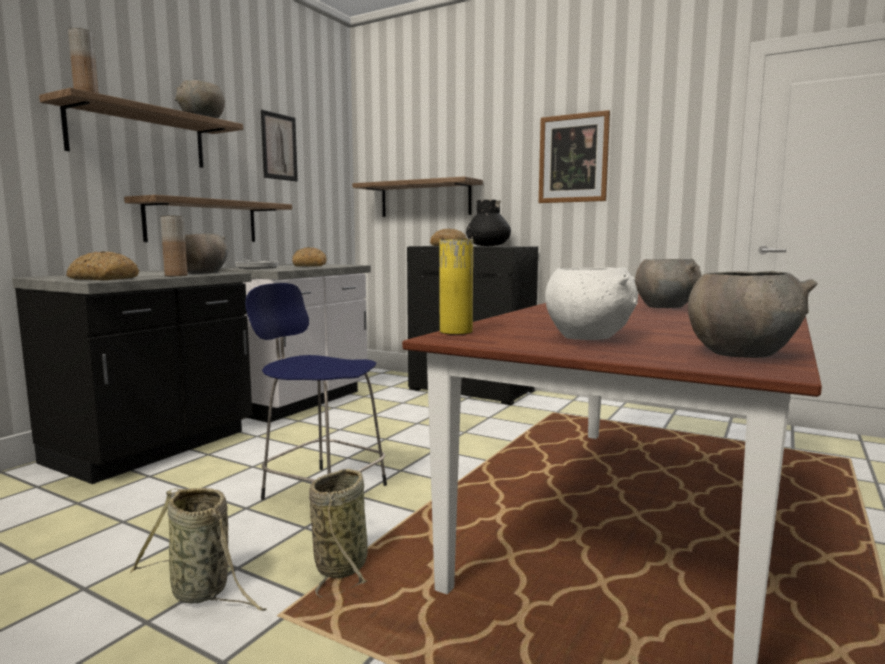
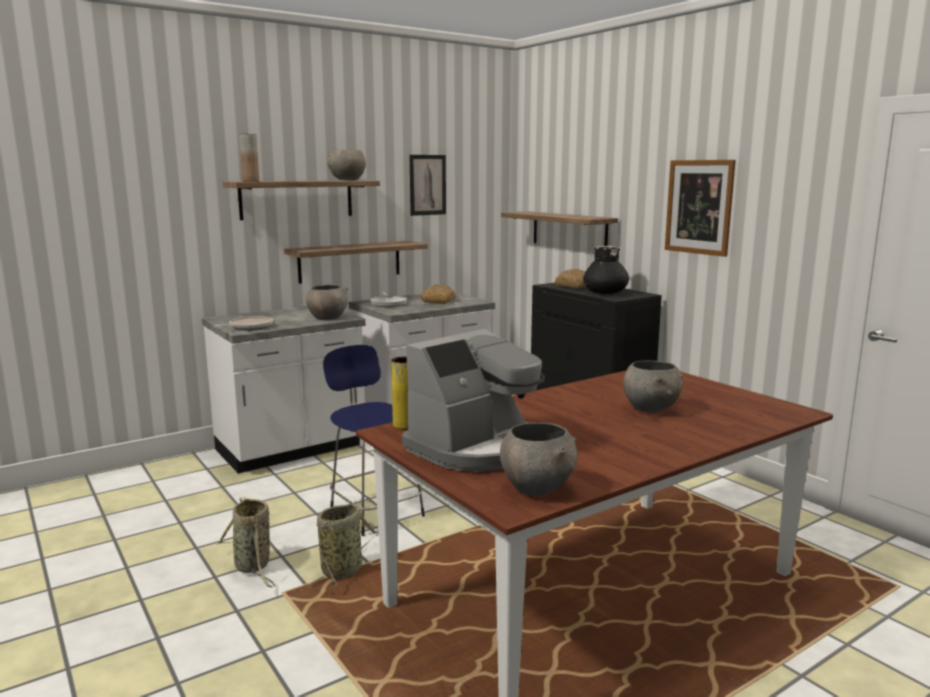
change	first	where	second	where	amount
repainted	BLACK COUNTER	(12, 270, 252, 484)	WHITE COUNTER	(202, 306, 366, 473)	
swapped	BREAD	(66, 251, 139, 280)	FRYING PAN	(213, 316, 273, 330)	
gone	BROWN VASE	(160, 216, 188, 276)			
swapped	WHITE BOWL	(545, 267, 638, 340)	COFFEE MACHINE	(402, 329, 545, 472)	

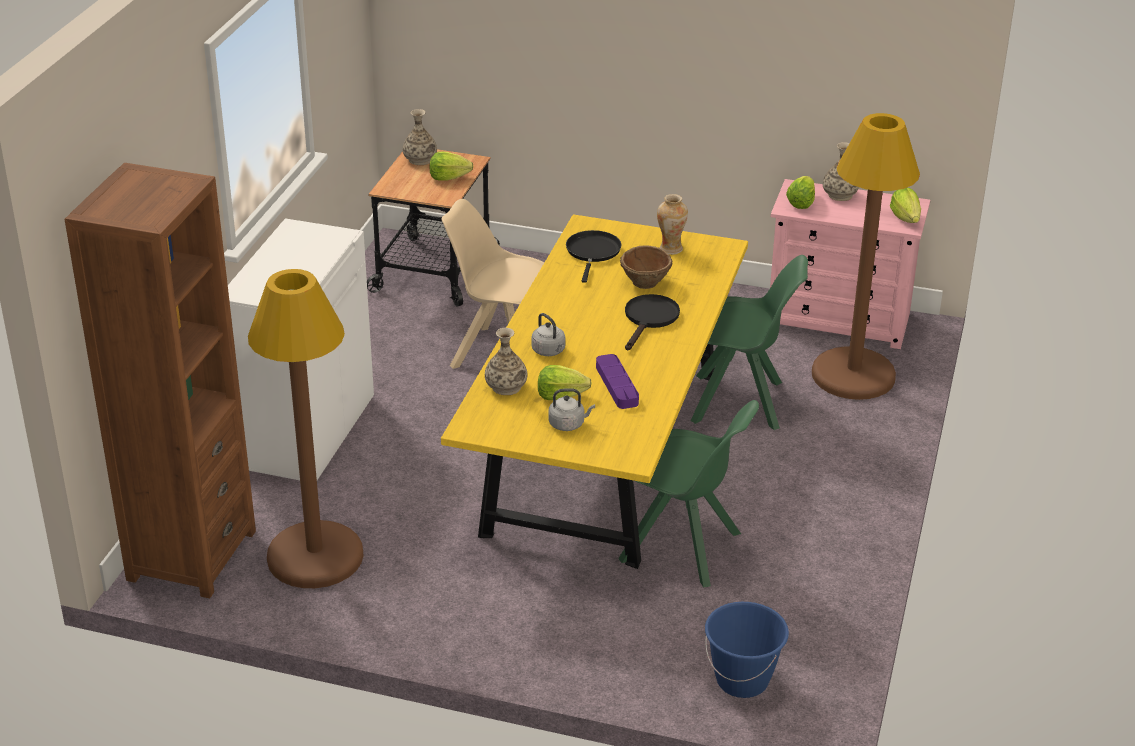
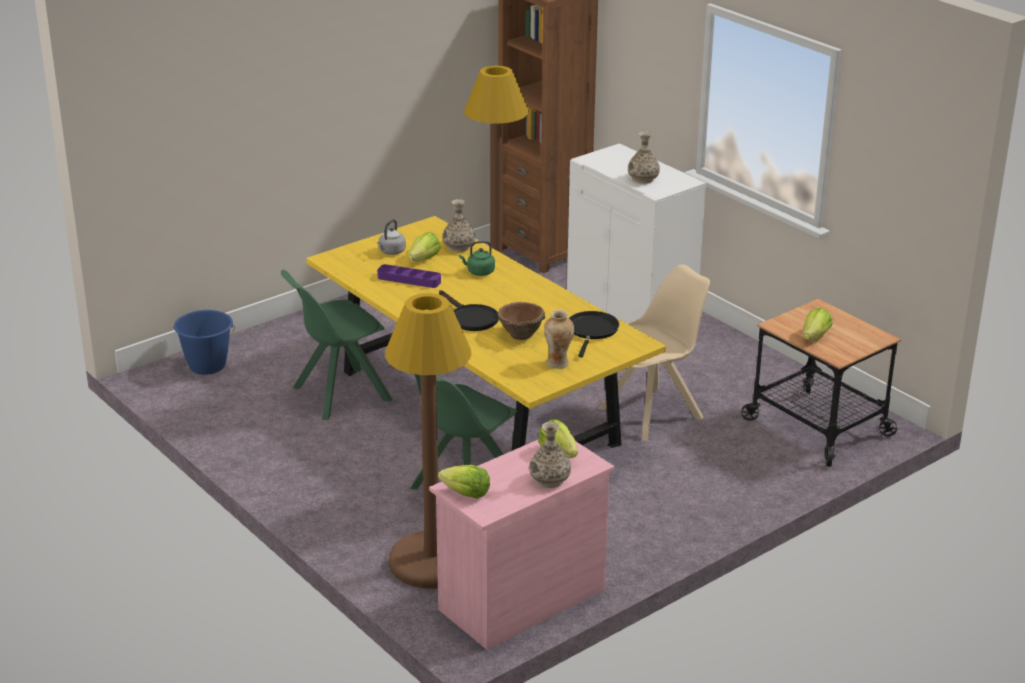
change	first	where	second	where	amount
shifted	VASE	(403, 109, 437, 165)		(628, 131, 660, 184)	
repainted	GREY KETTLE	(531, 313, 565, 356)	GREEN KETTLE	(459, 241, 495, 276)	
rotated	BLACK FRYING PAN	(566, 230, 621, 283)		(569, 311, 619, 357)	120 degrees counterclockwise

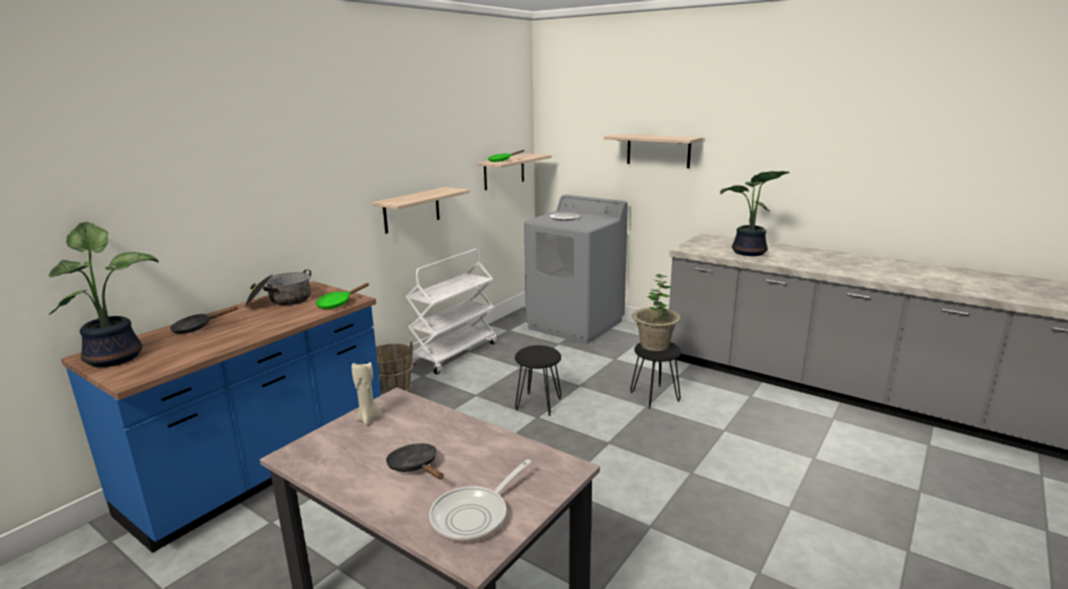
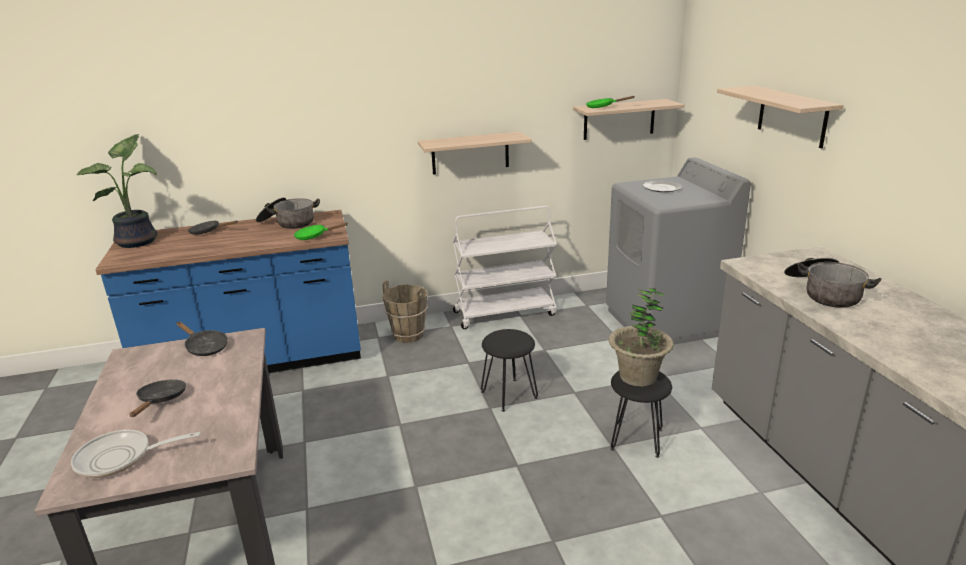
change	first	where	second	where	amount
swapped	BEIGE CANDLE	(351, 362, 381, 425)	BLACK FRYING PAN	(176, 322, 228, 356)	
swapped	POTTED PLANT	(720, 171, 790, 256)	COOKING POT	(784, 258, 881, 308)	

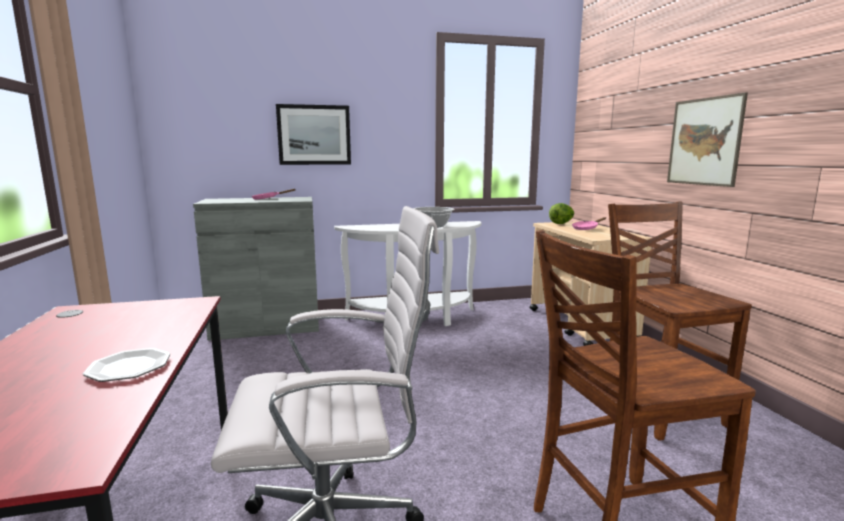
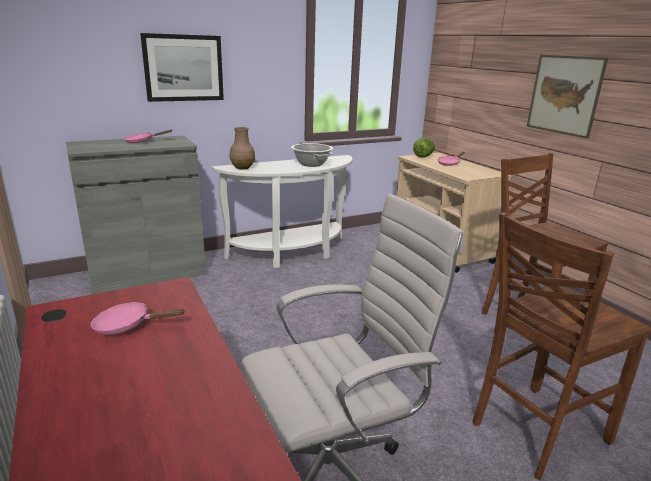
change	first	where	second	where	amount
gone	PLATE	(83, 348, 171, 382)			
new			PINK FRYING PAN	(91, 302, 186, 335)	
new			BROWN VASE	(230, 127, 255, 169)	

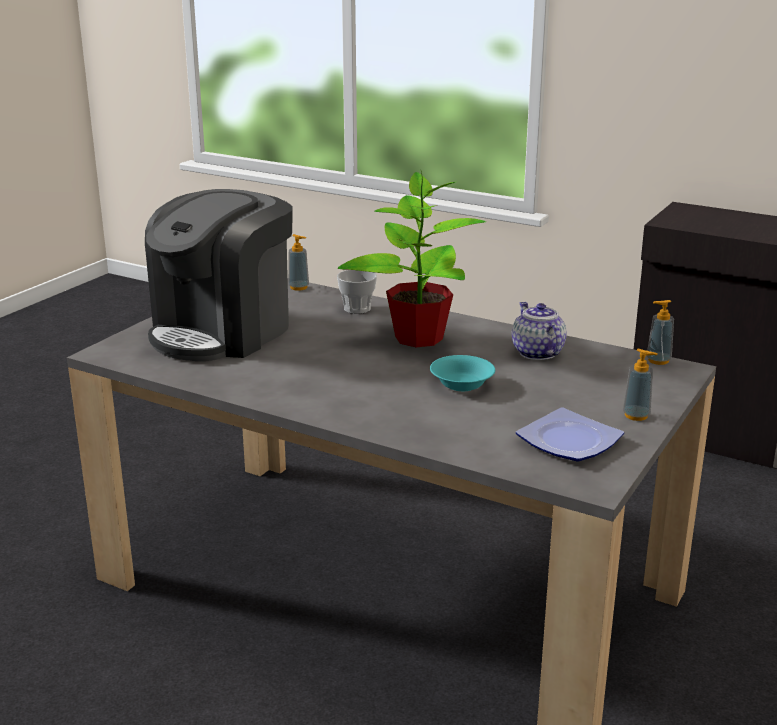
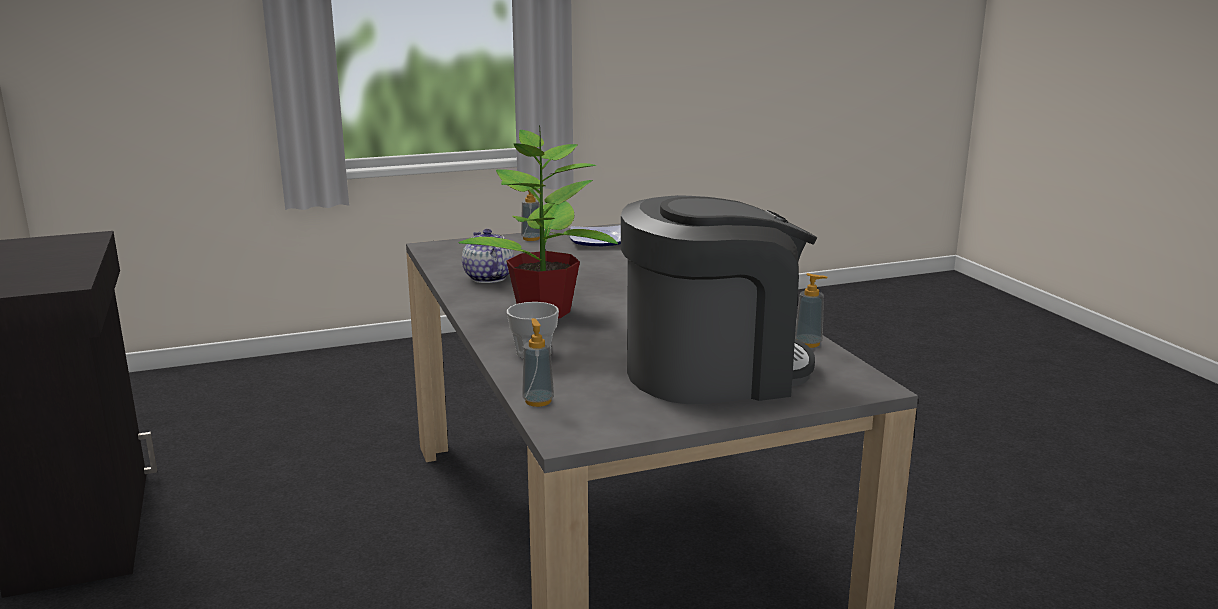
change	first	where	second	where	amount
gone	TURQUOISE BOWL	(430, 355, 495, 392)			
rotated	TEAPOT	(512, 302, 567, 360)		(462, 229, 514, 283)	135 degrees clockwise
shifted	SOAP DISPENSER	(647, 300, 674, 365)		(795, 273, 828, 348)	

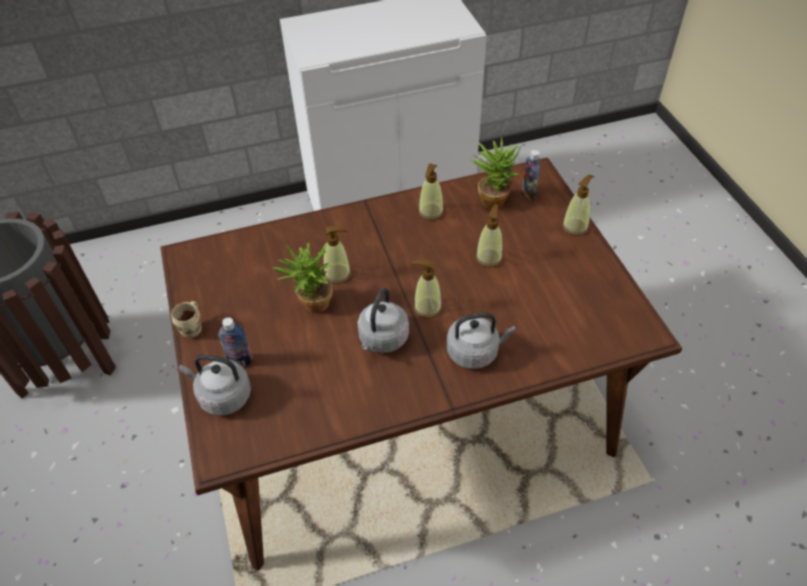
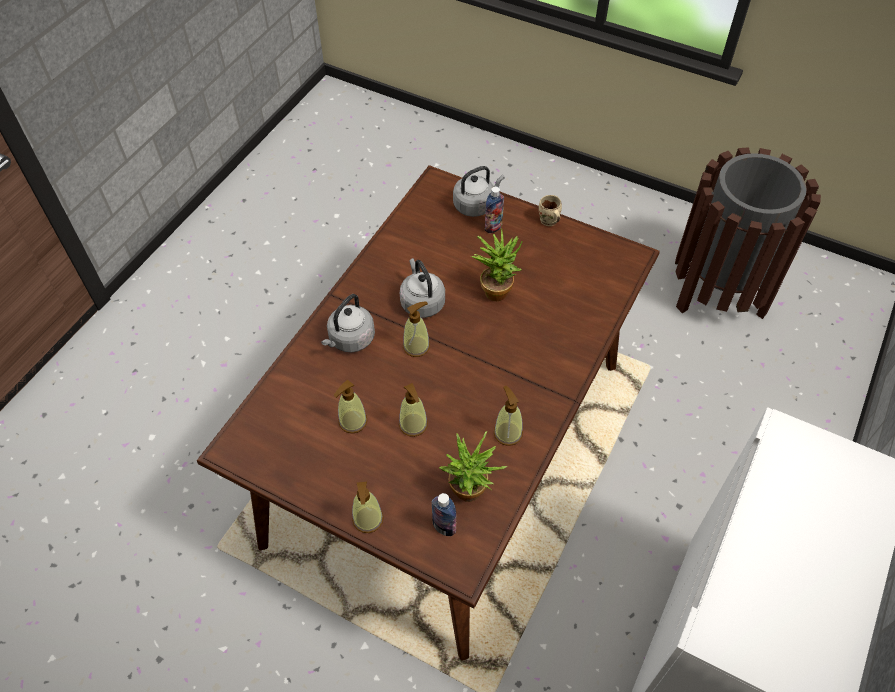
change	first	where	second	where	amount
shifted	SOAP DISPENSER	(324, 226, 351, 284)		(334, 380, 367, 434)	

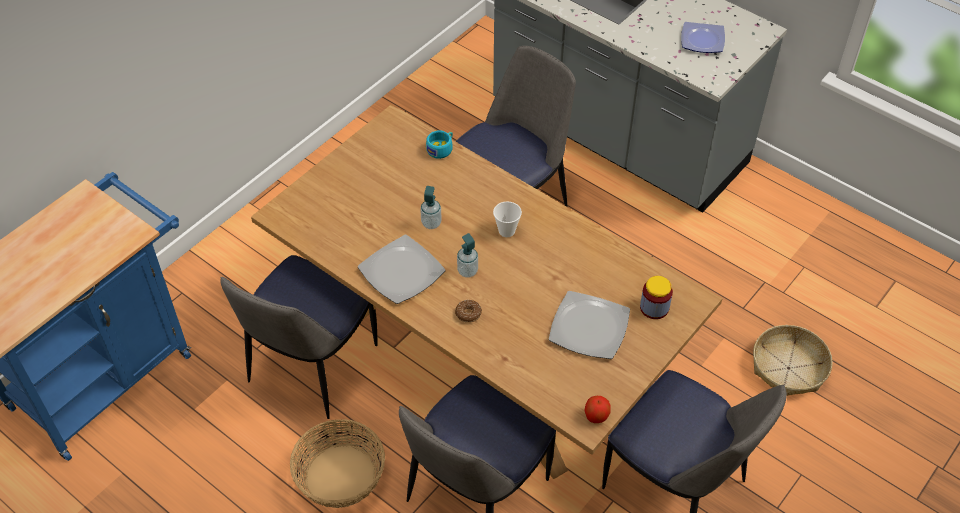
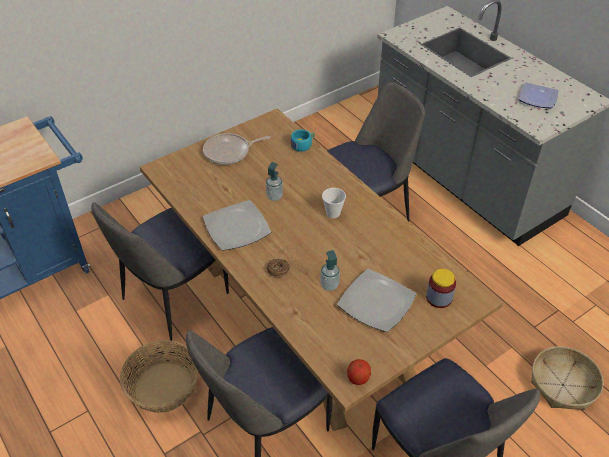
change	first	where	second	where	amount
shifted	SOAP DISPENSER	(457, 233, 478, 278)		(320, 250, 340, 291)	
new			FRYING PAN	(203, 133, 270, 165)	

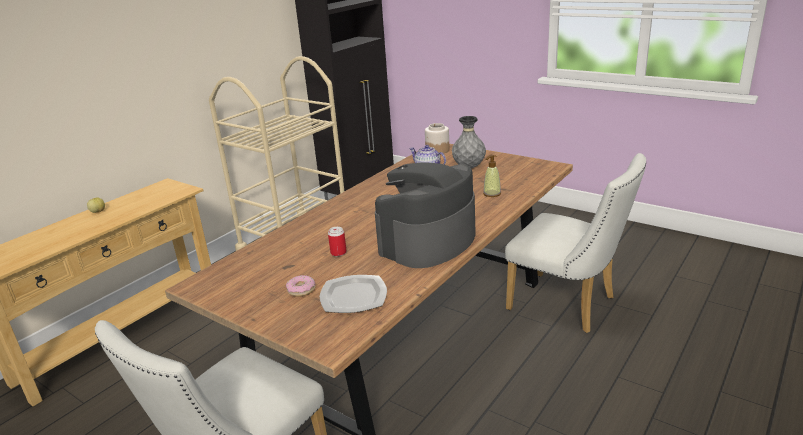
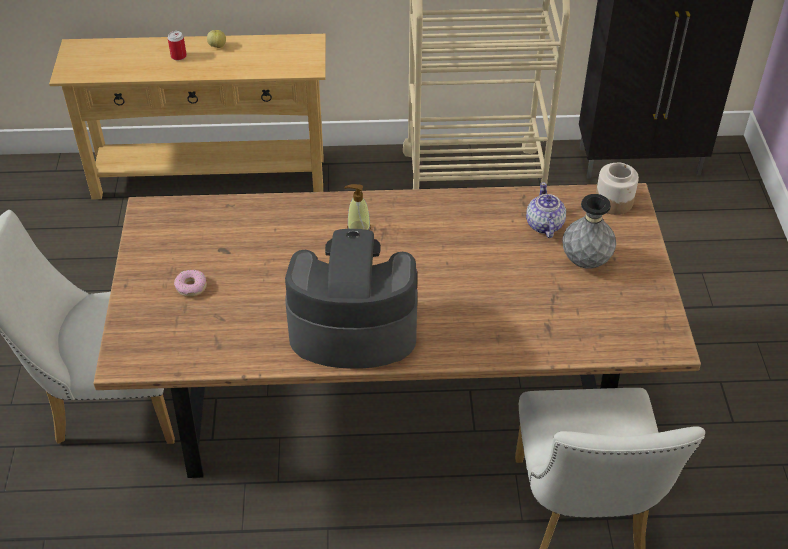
change	first	where	second	where	amount
gone	PLATE	(319, 275, 387, 313)			
shifted	CAN	(328, 227, 347, 256)		(168, 31, 187, 60)	
shifted	SOAP DISPENSER	(483, 155, 501, 197)		(345, 184, 371, 230)	

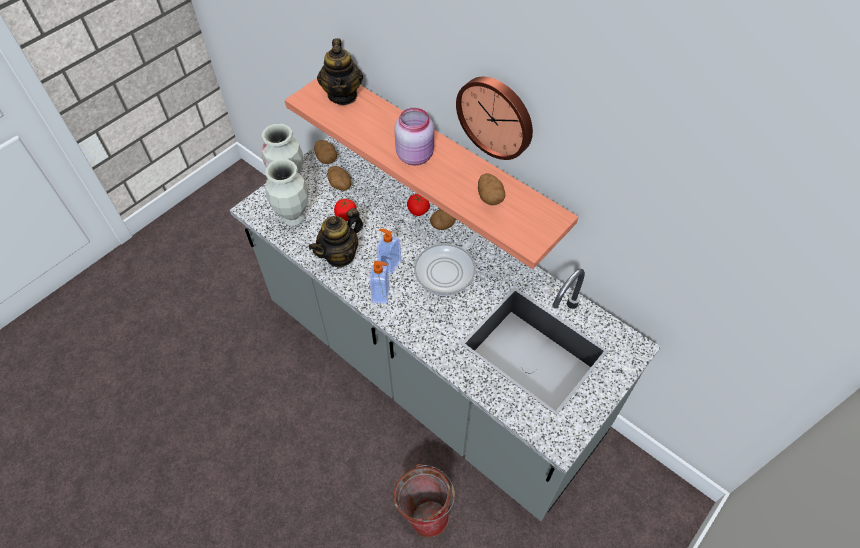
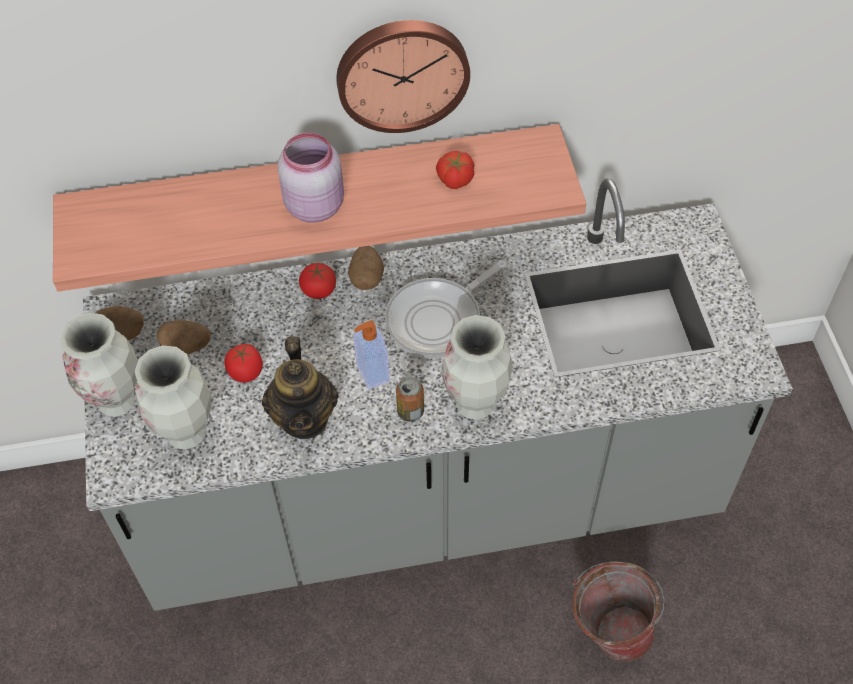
change	first	where	second	where	amount
gone	TEAPOT	(317, 38, 363, 105)			
swapped	SOAP DISPENSER	(370, 261, 389, 304)	CAN	(396, 377, 424, 422)	
rotated	FRYING PAN	(414, 232, 480, 296)		(385, 260, 507, 358)	60 degrees clockwise
swapped	POTATO	(478, 173, 505, 205)	TOMATO	(436, 151, 474, 189)	
new			VASE	(441, 315, 513, 420)	

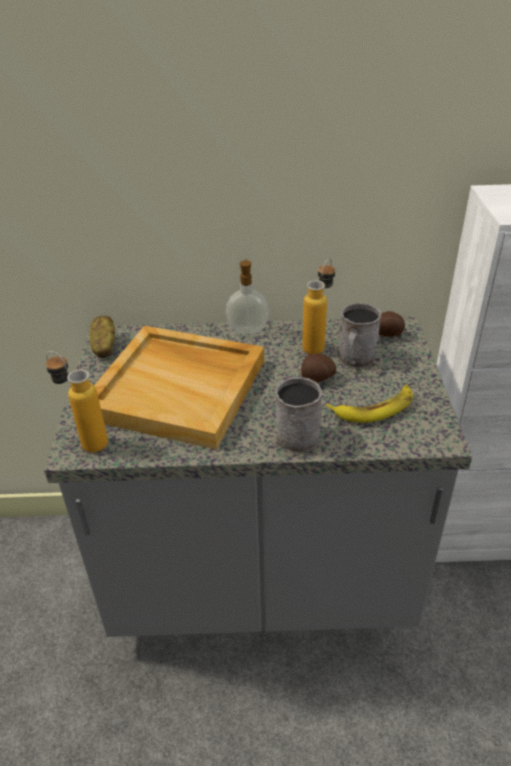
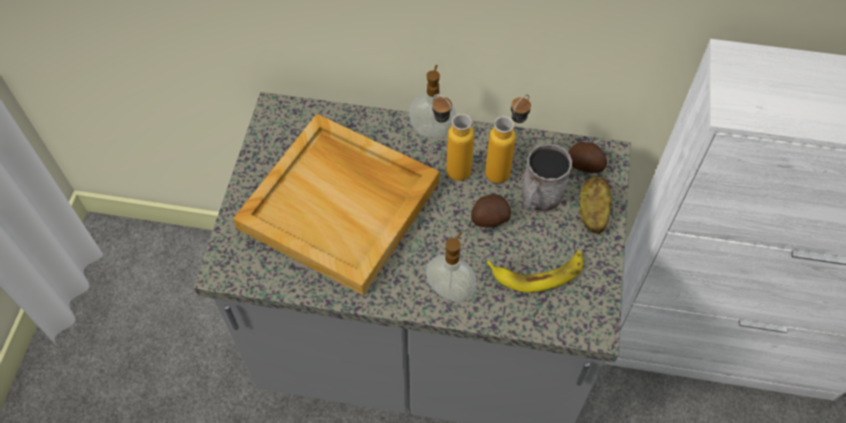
change	first	where	second	where	amount
shifted	BOTTLE	(45, 351, 108, 452)		(432, 94, 474, 181)	
shifted	POTATO	(90, 316, 115, 358)		(580, 176, 612, 234)	
swapped	GREY MUG	(275, 377, 322, 453)	SOAP DISPENSER	(426, 231, 477, 302)	

